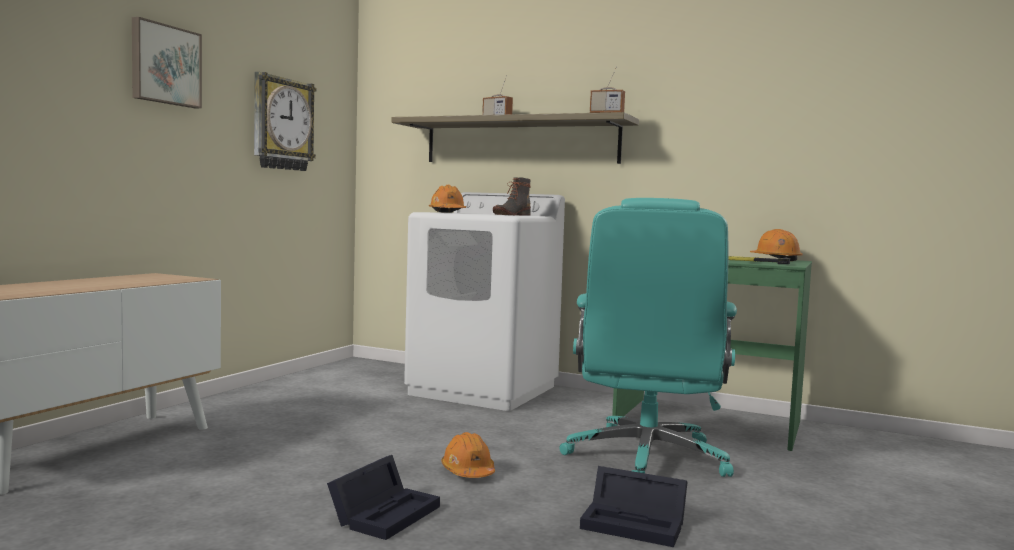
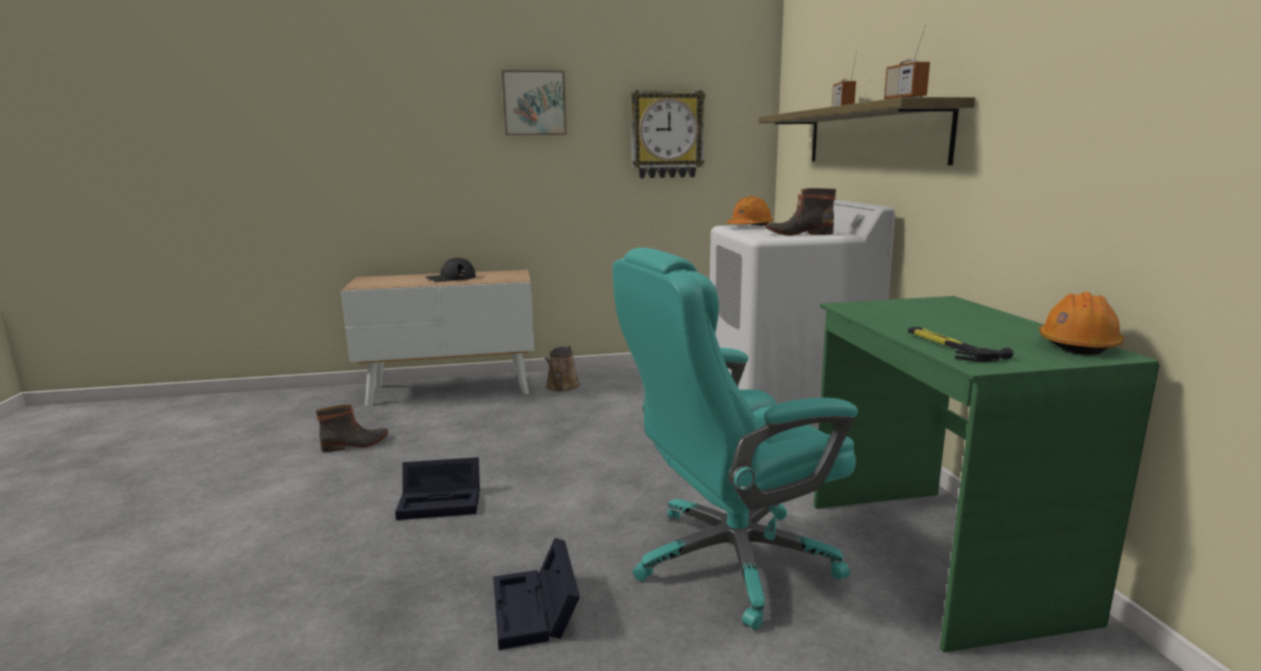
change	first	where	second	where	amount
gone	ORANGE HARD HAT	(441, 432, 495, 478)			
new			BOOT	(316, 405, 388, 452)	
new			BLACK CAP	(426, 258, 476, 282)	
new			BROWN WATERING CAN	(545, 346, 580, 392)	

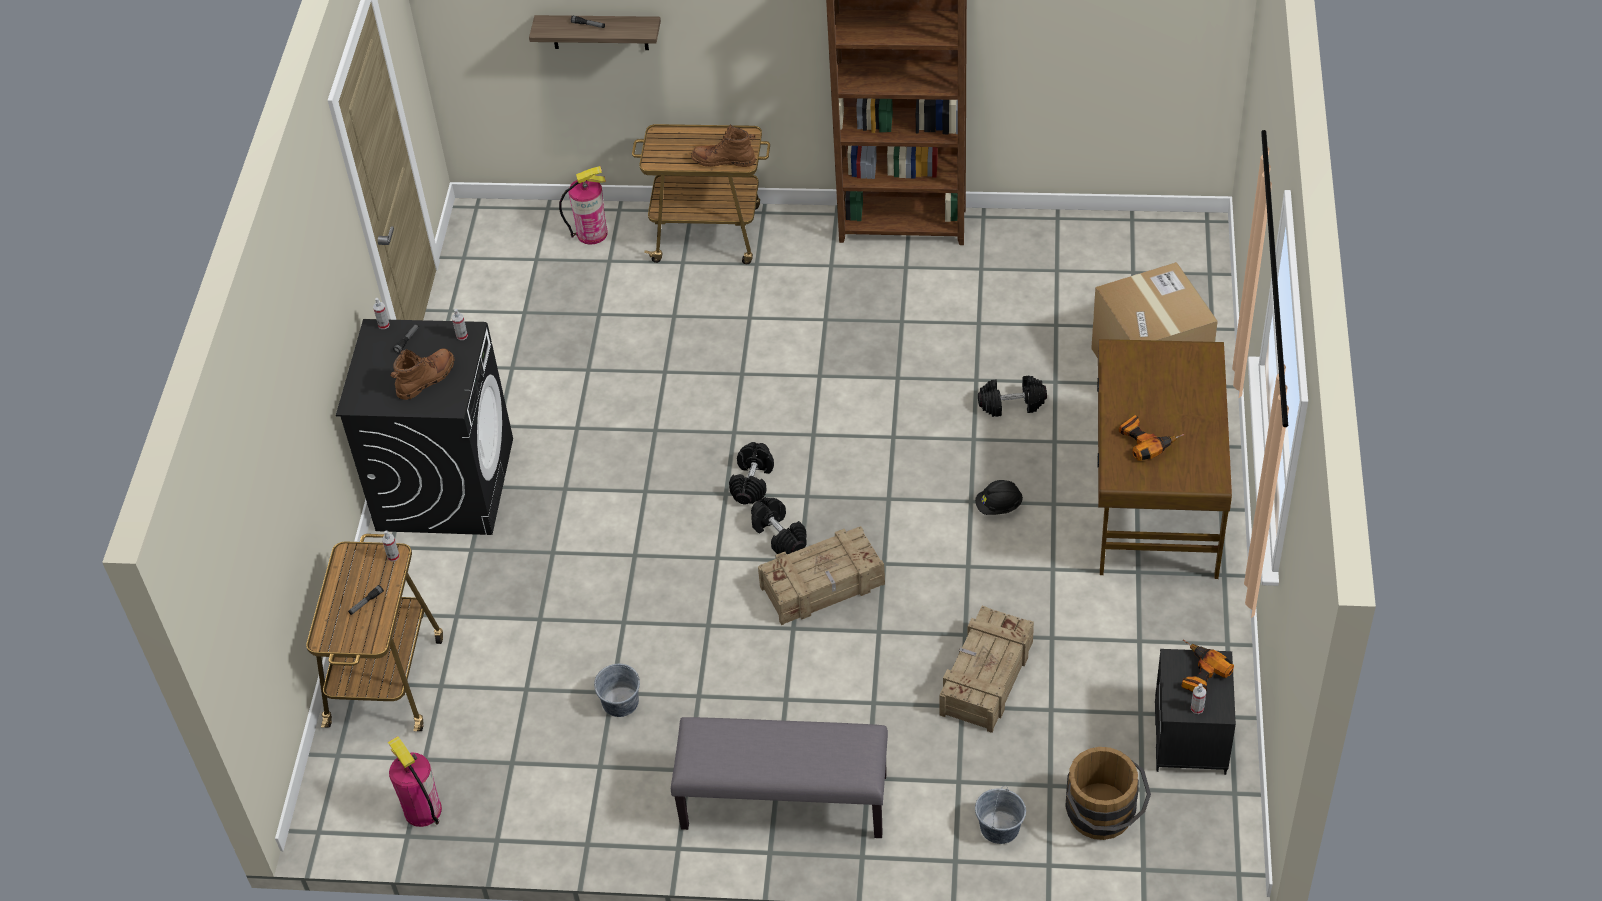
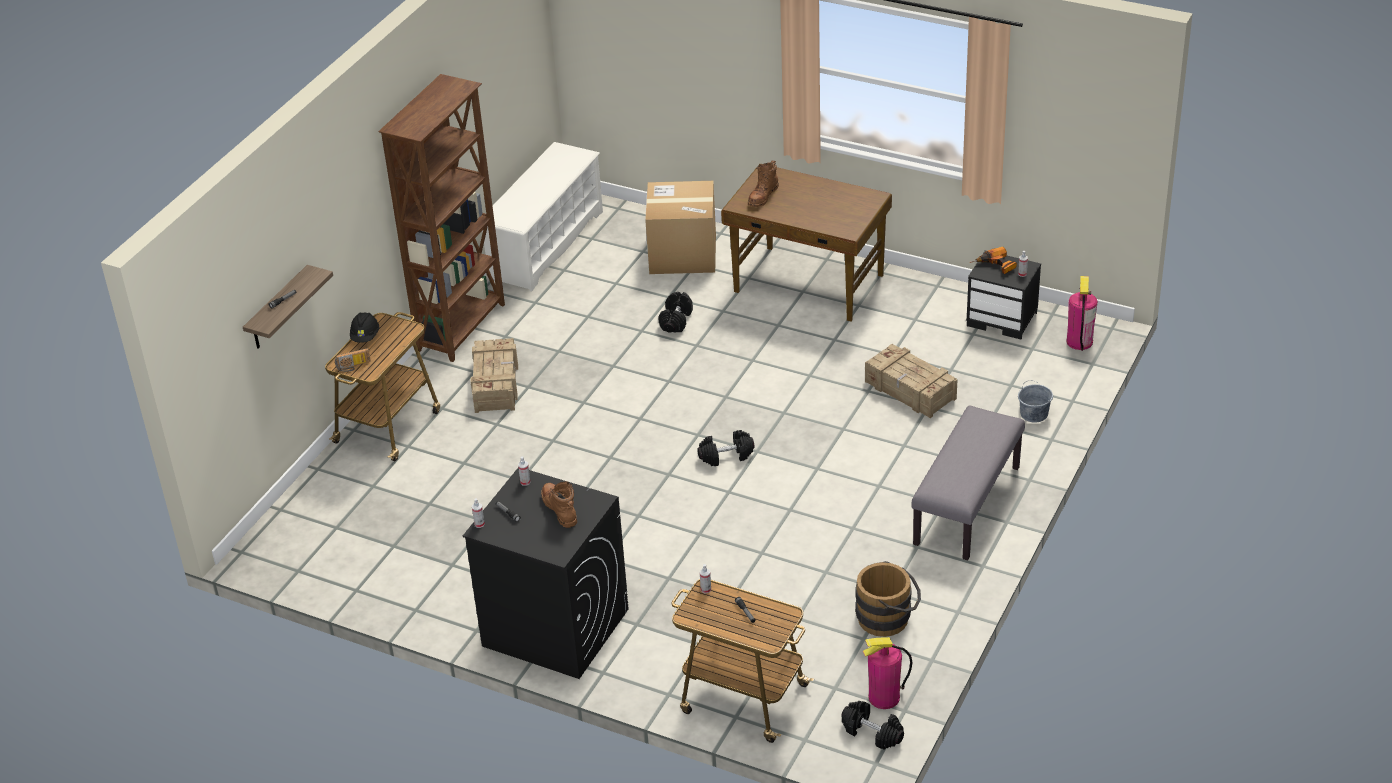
change	first	where	second	where	amount
shifted	FIRE EXTINGUISHER	(559, 166, 608, 245)		(1066, 276, 1098, 351)	
gone	GREY BUCKET	(594, 664, 640, 717)			
shifted	BROWN BOOT	(691, 124, 756, 167)		(748, 161, 779, 207)	
shifted	BLACK DUMBBELL	(729, 442, 774, 504)		(841, 701, 904, 750)	
shifted	CRATE	(758, 526, 885, 625)		(470, 338, 518, 413)	
shifted	BLACK HARD HAT	(975, 480, 1023, 515)		(350, 312, 379, 343)	
shifted	BROWN BUCKET	(1065, 747, 1151, 840)		(855, 561, 921, 637)	
gone	POWER DRILL	(1118, 415, 1184, 461)			
new			RADIO	(335, 348, 371, 372)	
new			WHITE SHOE RACK	(482, 142, 603, 292)	

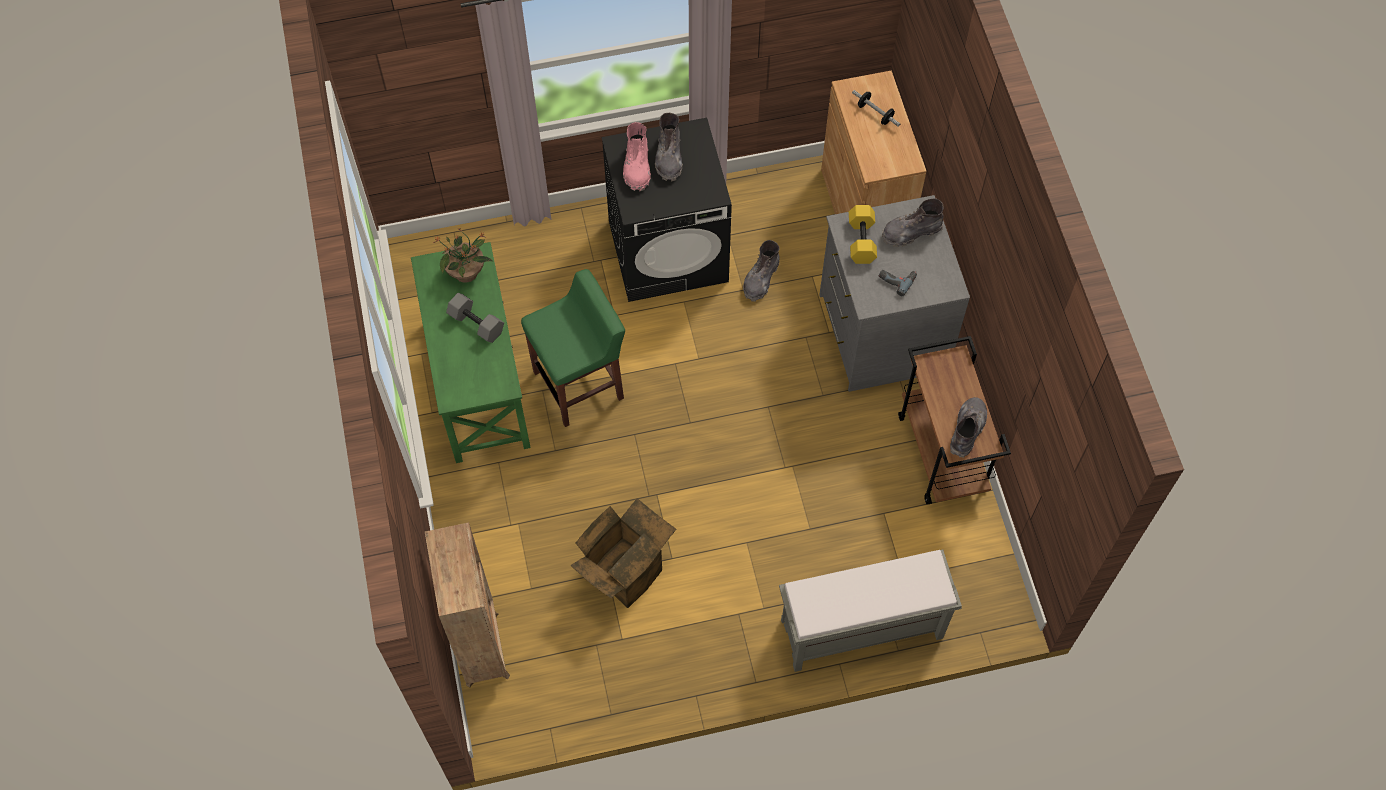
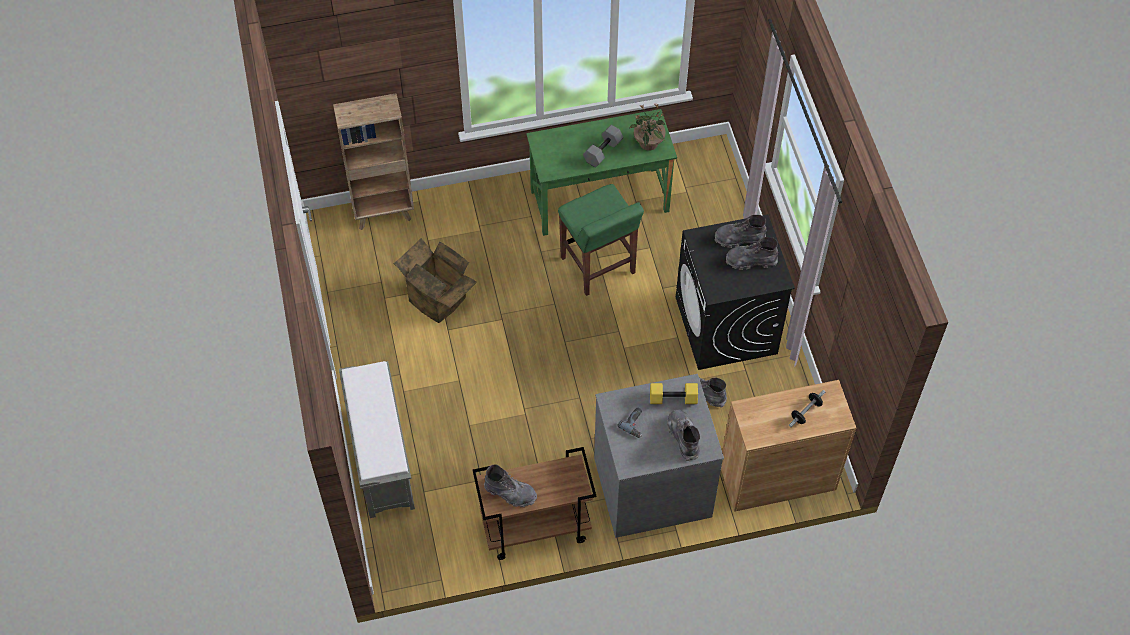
change	first	where	second	where	amount
repainted	PINK BOOT	(623, 122, 651, 191)	GREY BOOT	(714, 215, 766, 248)	

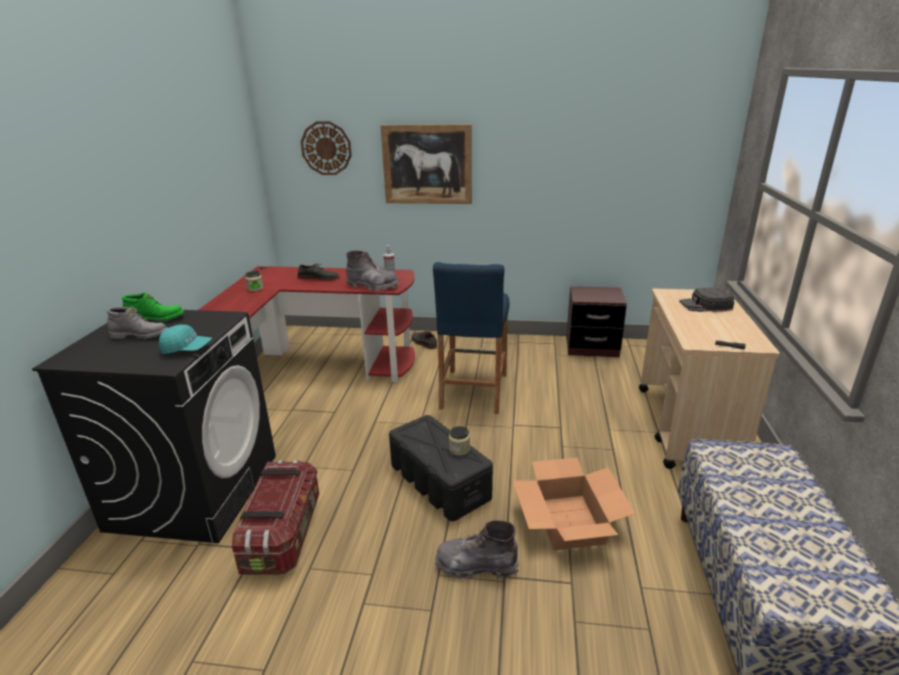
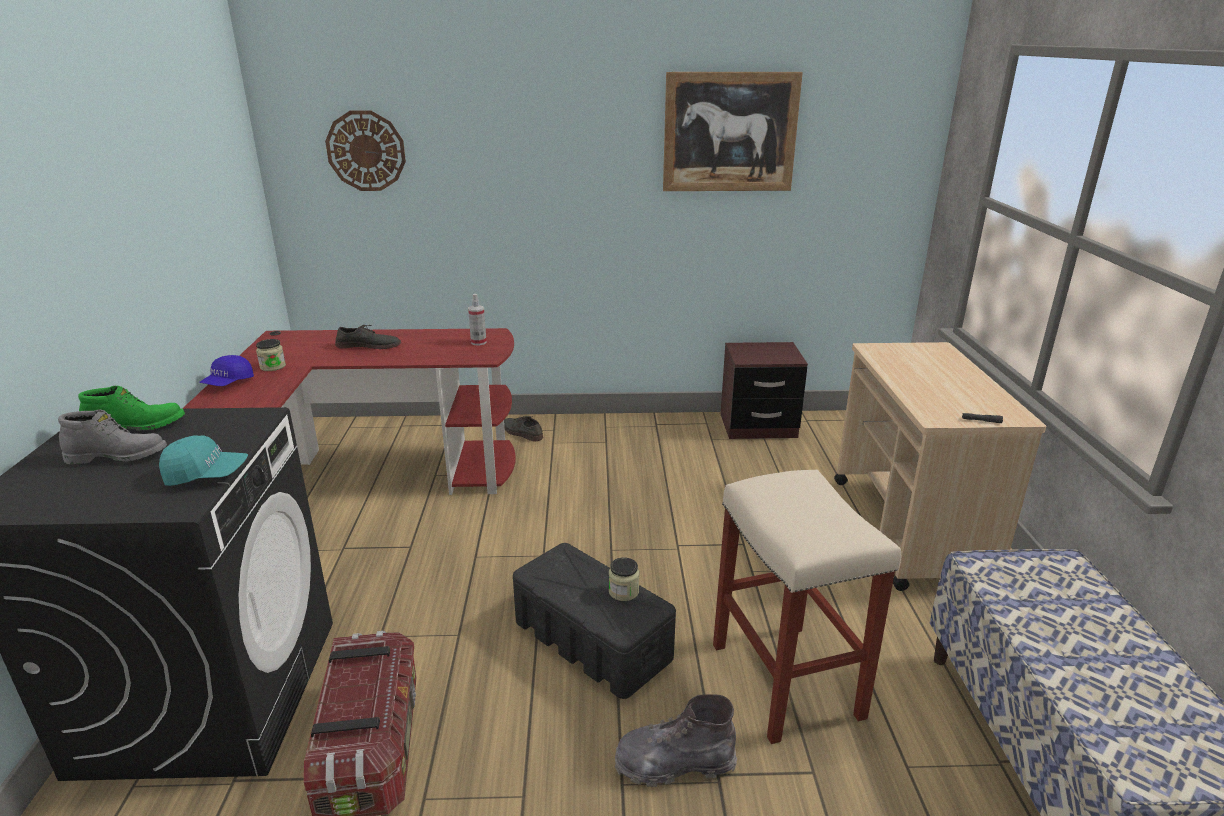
change	first	where	second	where	amount
gone	GREY BOOT	(346, 250, 399, 291)			
shifted	PICTURE	(380, 124, 472, 204)		(663, 72, 803, 191)	
gone	BLUE STOOL	(433, 262, 509, 414)			
swapped	CARDBOARD BOX	(513, 458, 636, 550)	BEIGE STOOL	(713, 470, 901, 744)	
gone	BLACK CAP	(679, 287, 734, 312)			
new			BLUE CAP	(199, 355, 254, 386)	

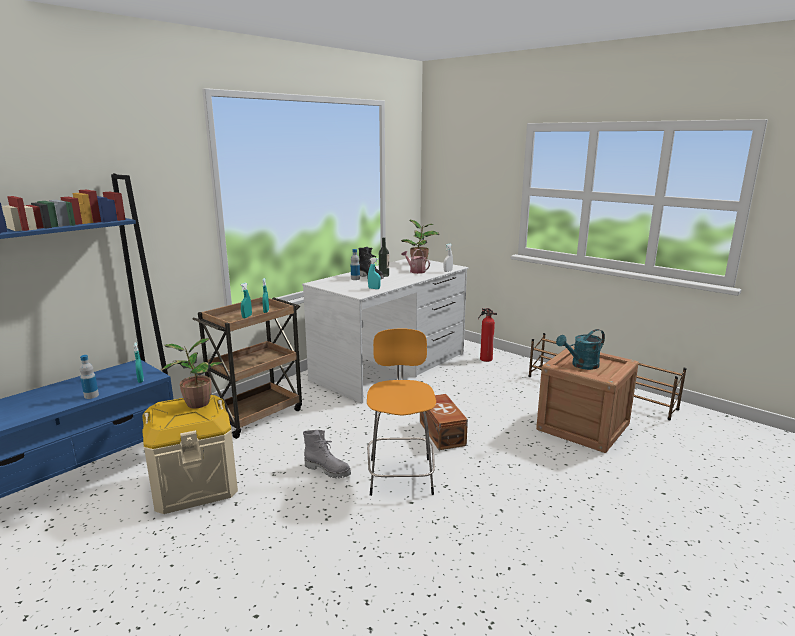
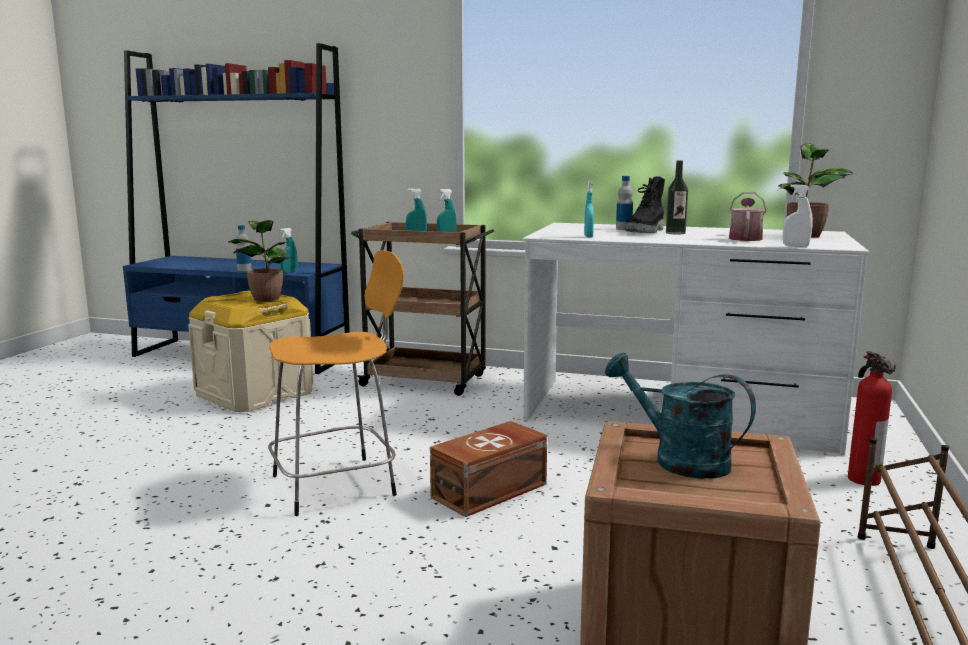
change	first	where	second	where	amount
gone	GREY BOOT	(303, 430, 351, 478)			

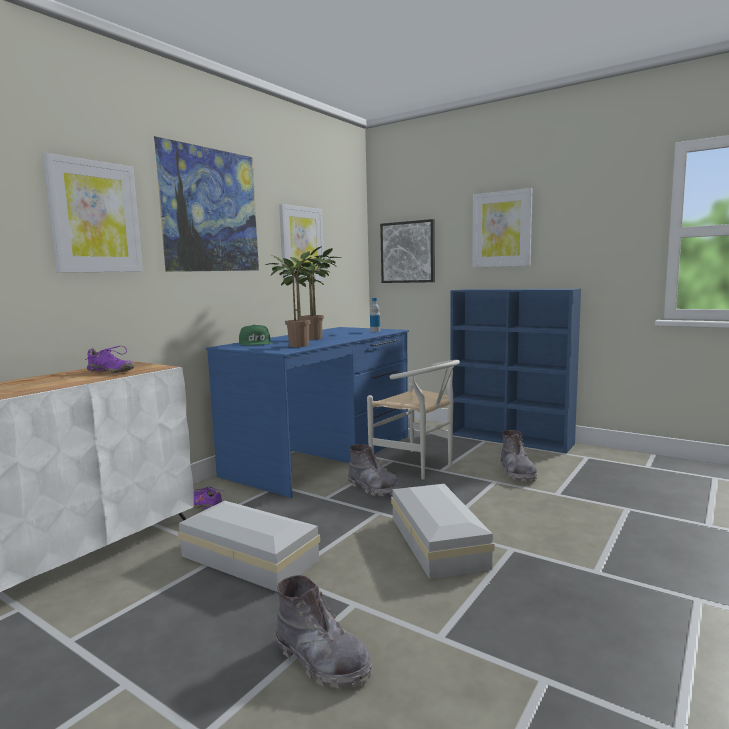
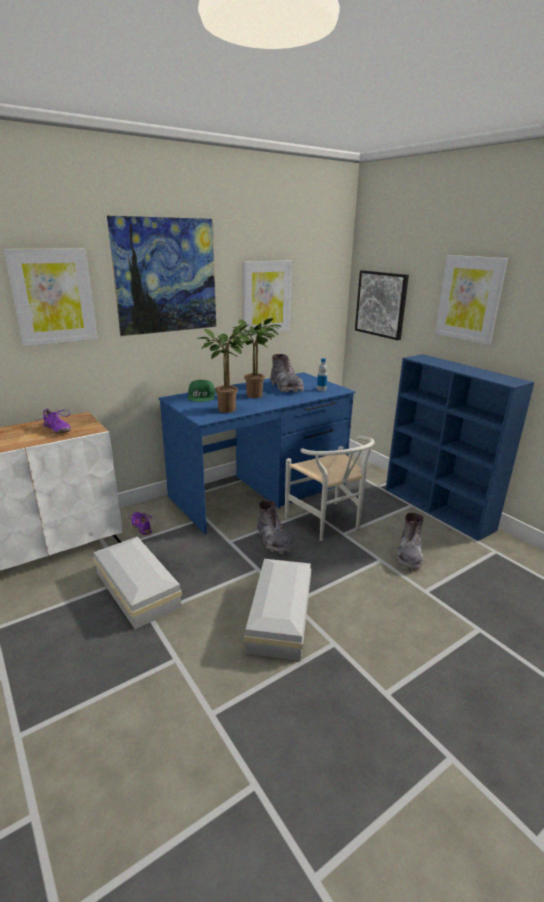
change	first	where	second	where	amount
shifted	GREY BOOT	(276, 575, 373, 688)		(270, 354, 304, 392)	

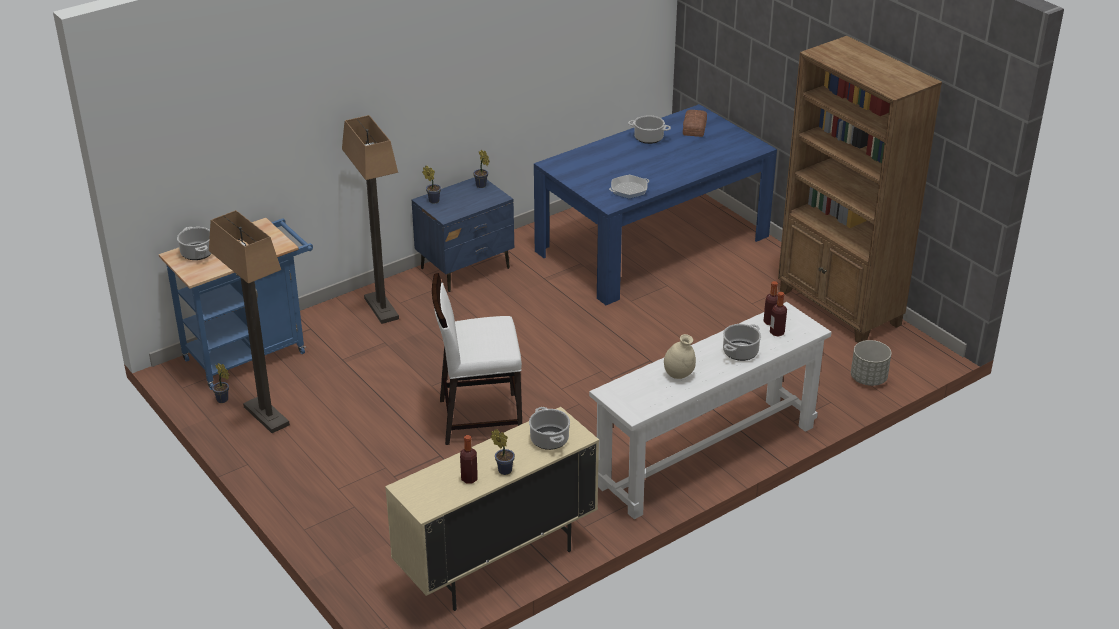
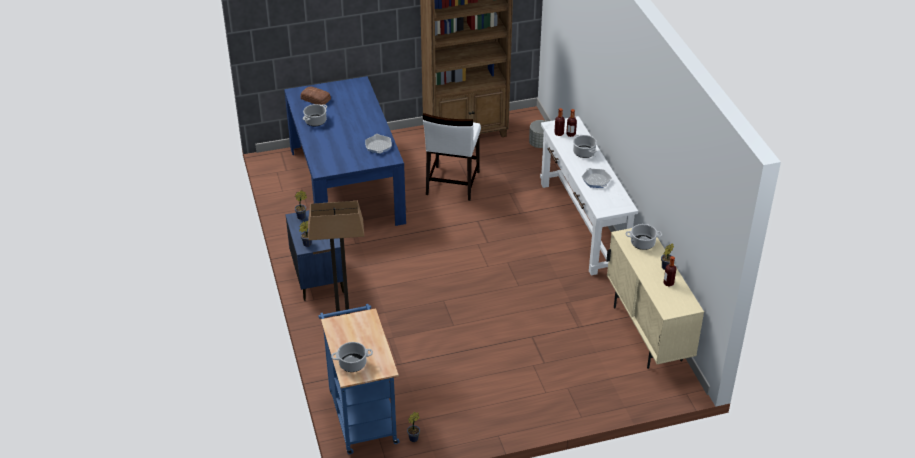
change	first	where	second	where	amount
gone	FLOOR LAMP	(209, 210, 290, 433)			
shifted	WHITE CHAIR	(432, 273, 522, 445)		(423, 113, 481, 201)	
swapped	BEIGE VASE	(664, 334, 696, 379)	FRYING PAN	(582, 168, 612, 188)	

